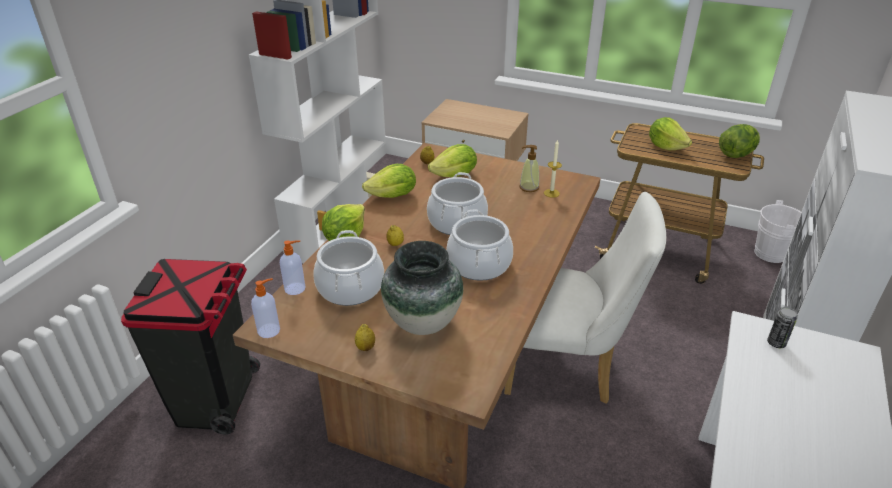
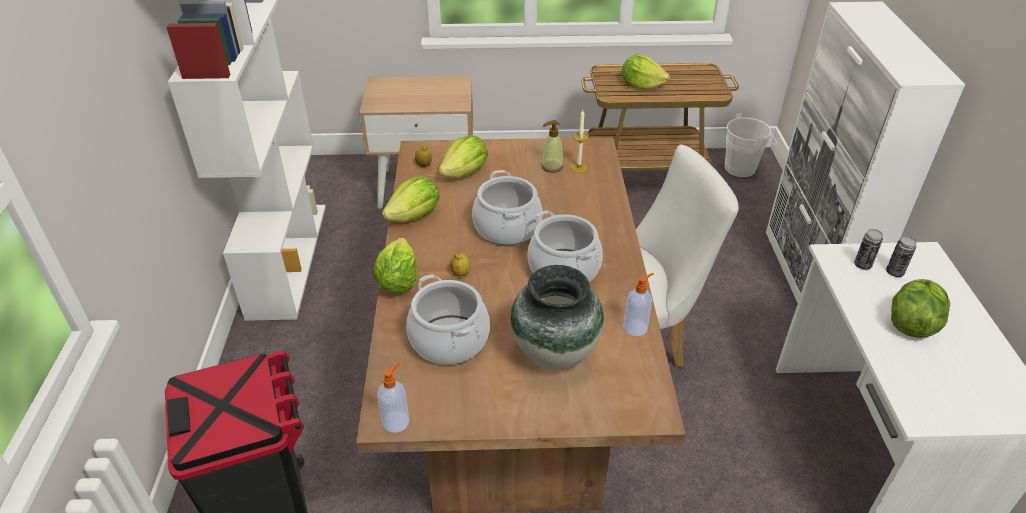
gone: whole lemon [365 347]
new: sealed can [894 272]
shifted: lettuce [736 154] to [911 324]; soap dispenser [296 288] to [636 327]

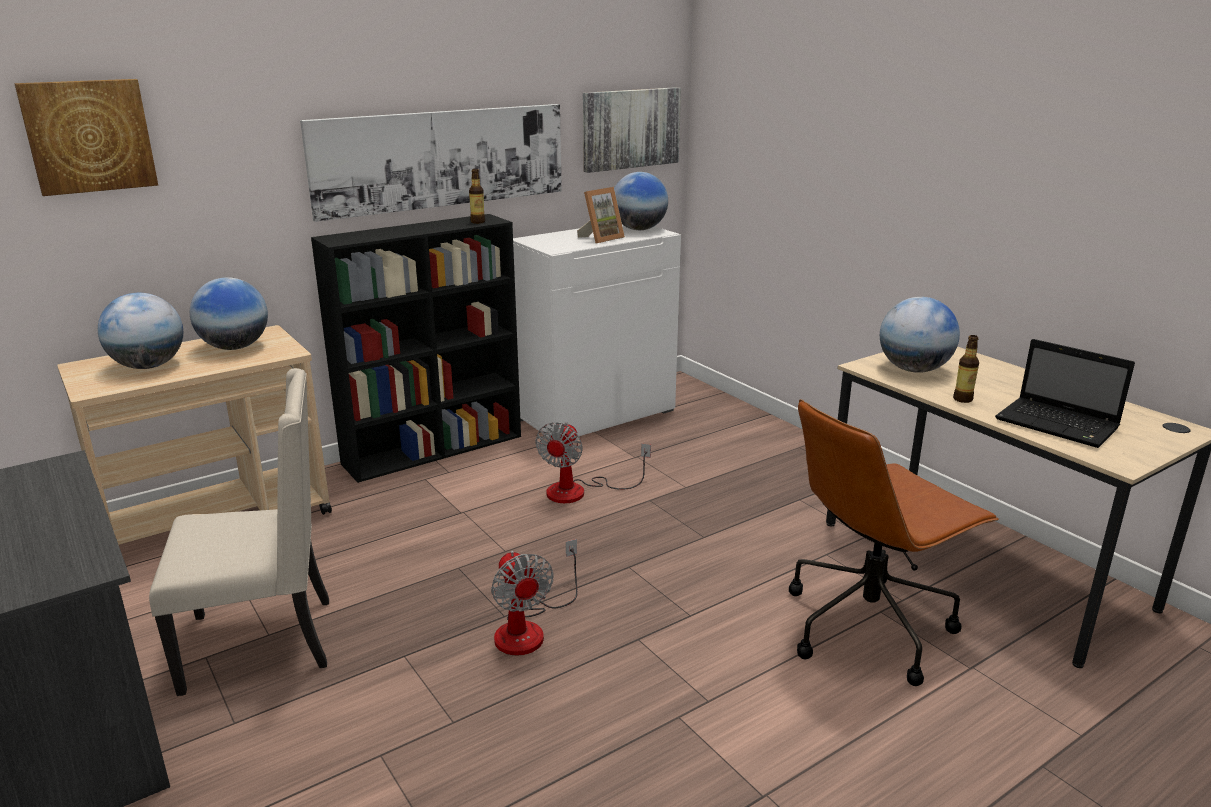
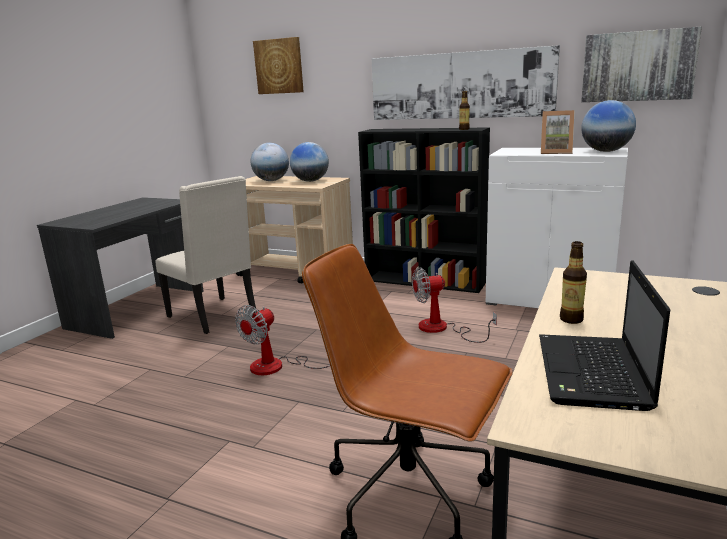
gone: globe [913 370]

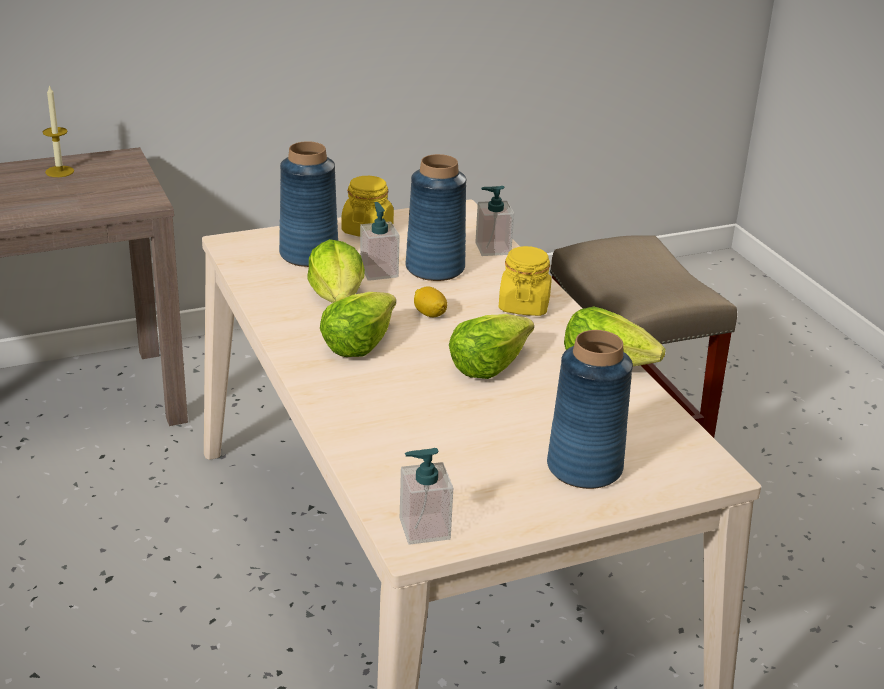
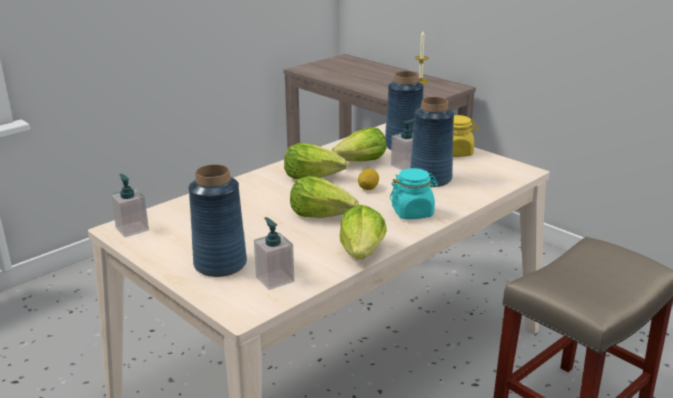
shifted: soap dispenser [492 248] to [274 279]
repainted: yellowish preserve jar [524 305] to blue-green preserve jar [413 212]

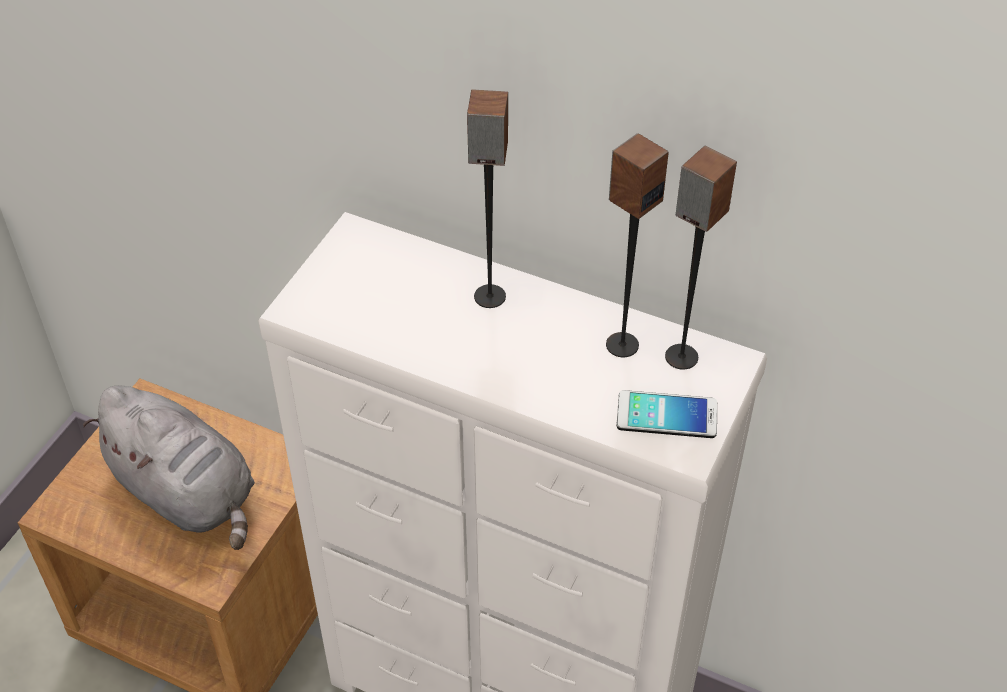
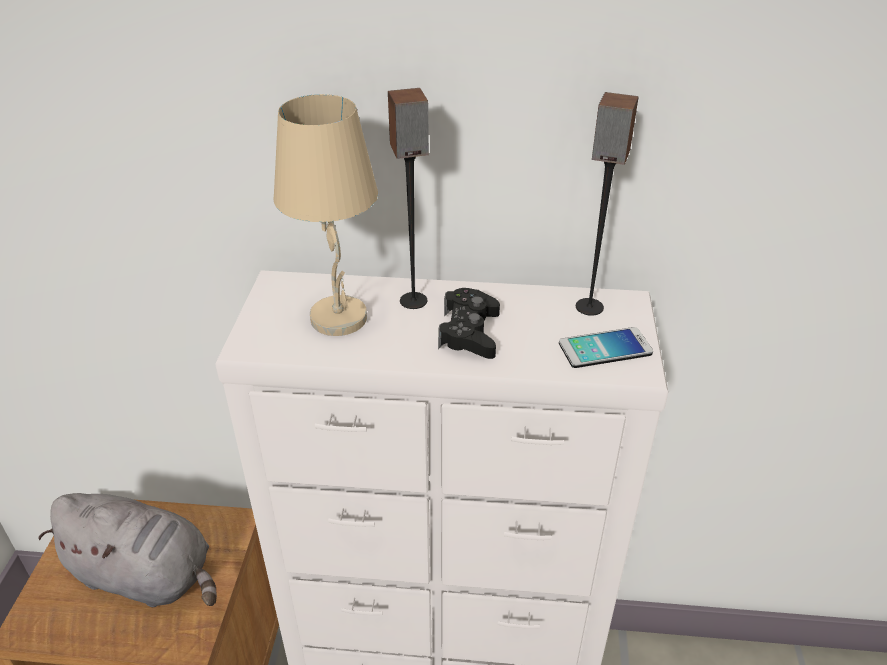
gone: speaker [621 344]
new: beige lamp for a table [340 319]; black joypad [469 332]

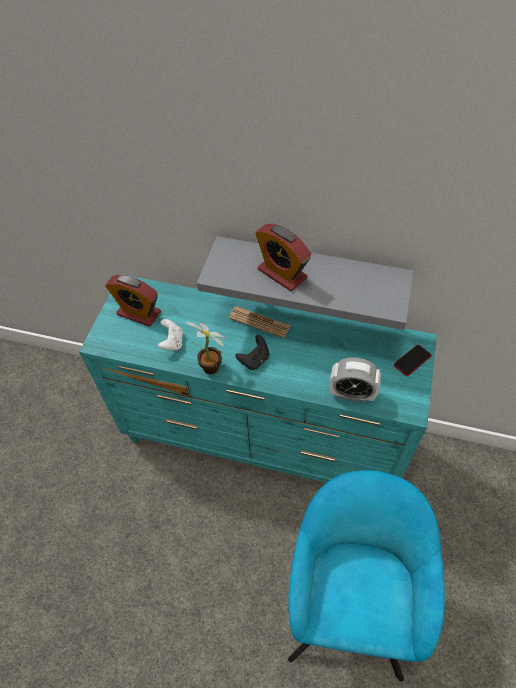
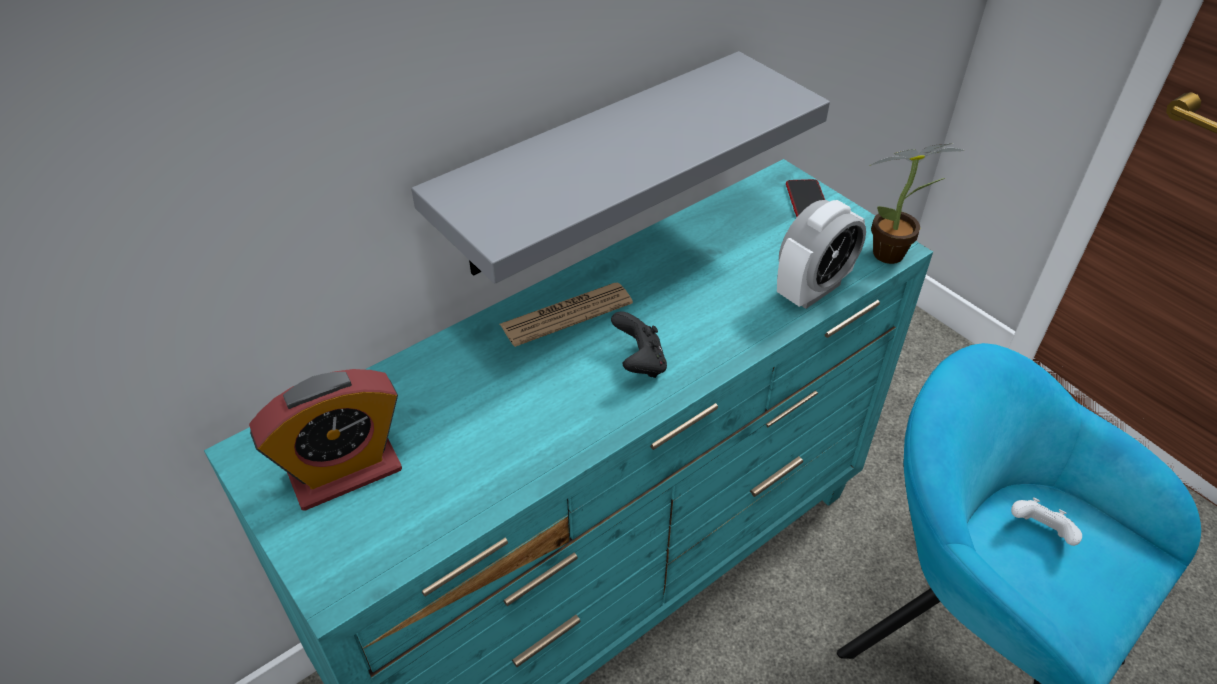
gone: bedside clock [282 273]
shifted: white-coloured joypad [172 342] to [1039 532]; potted plant [212 369] to [894 254]

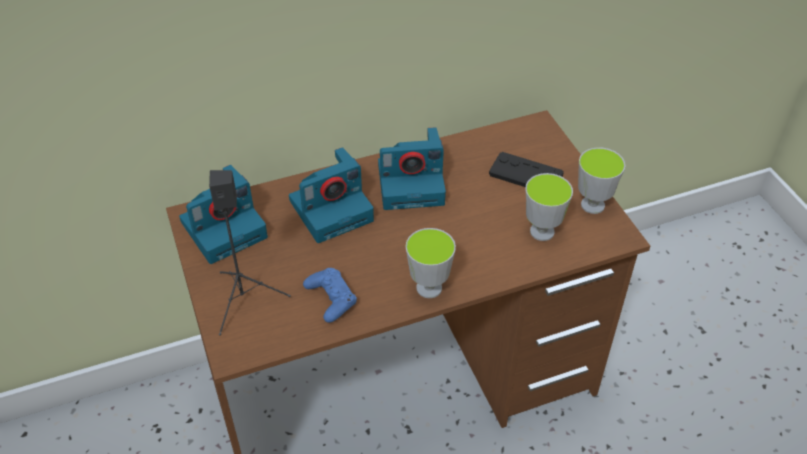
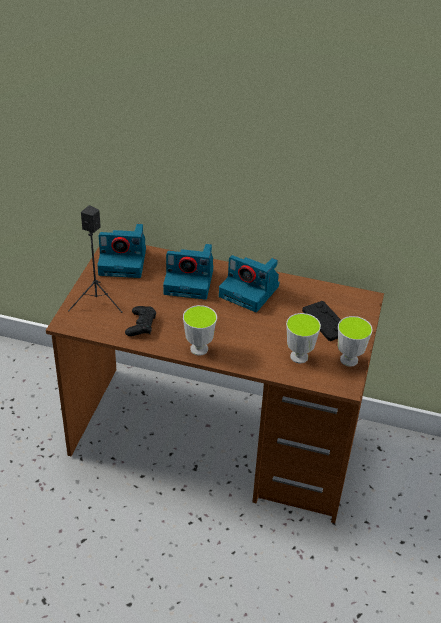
repainted: blue-coloured joypad [331 298] to black joypad [141 325]

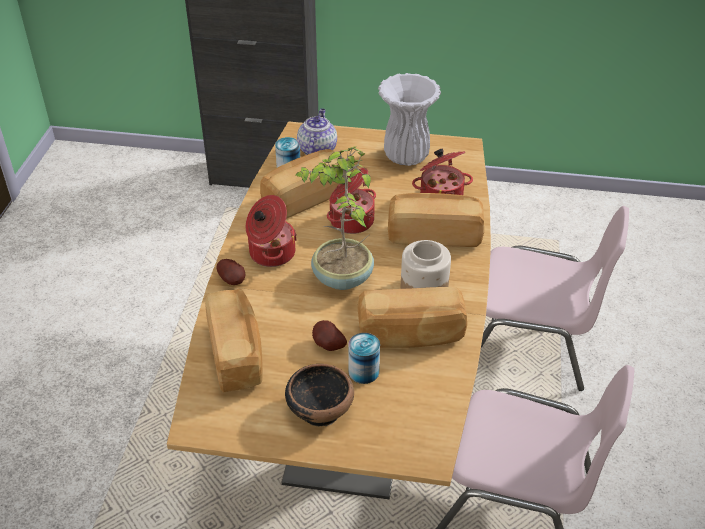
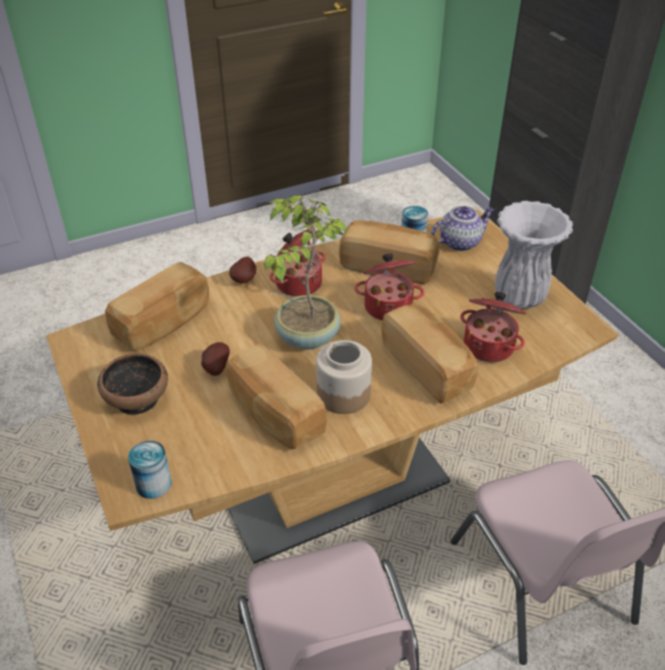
shifted: sealed can [363 372] to [153 484]

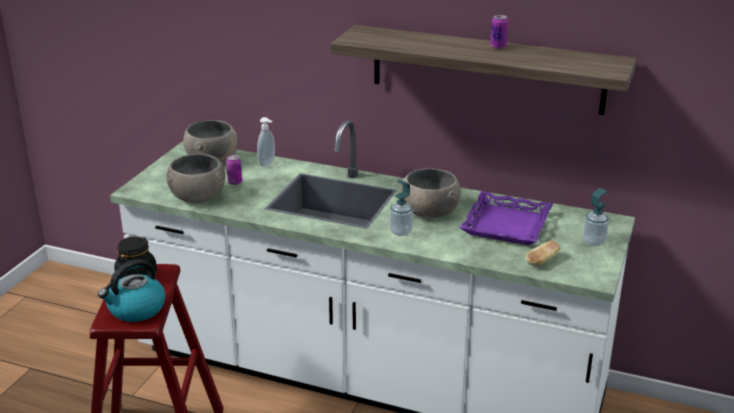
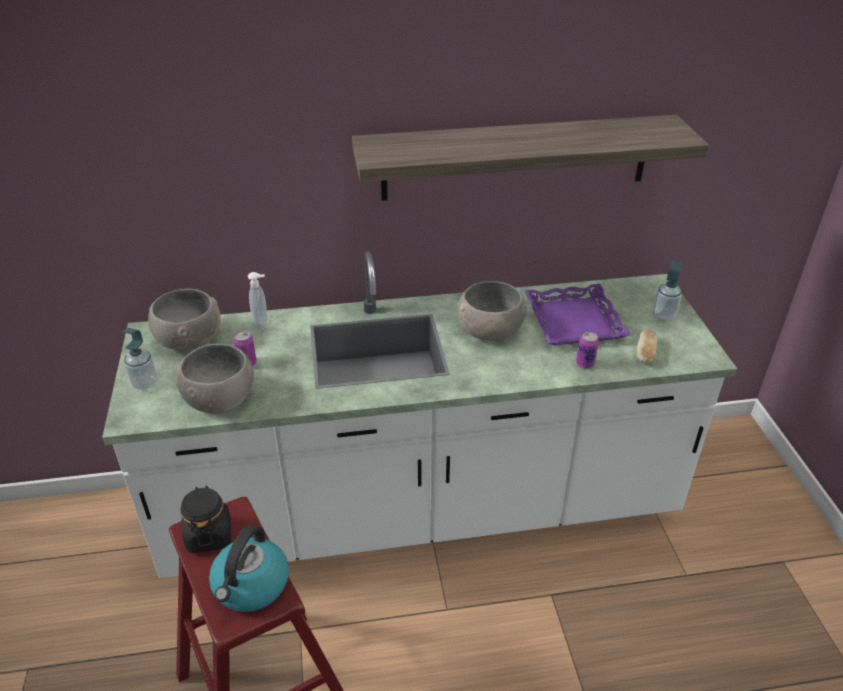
shifted: sealed can [498 46] to [585 364]; soap dispenser [400 232] to [144 383]

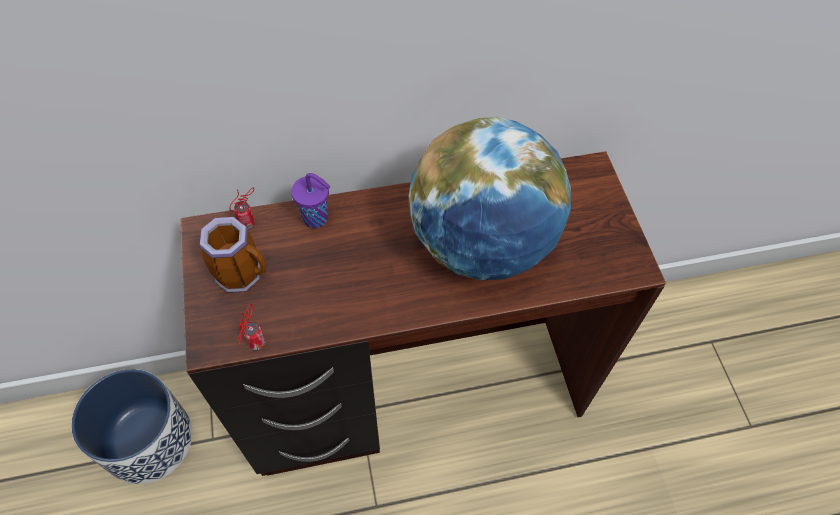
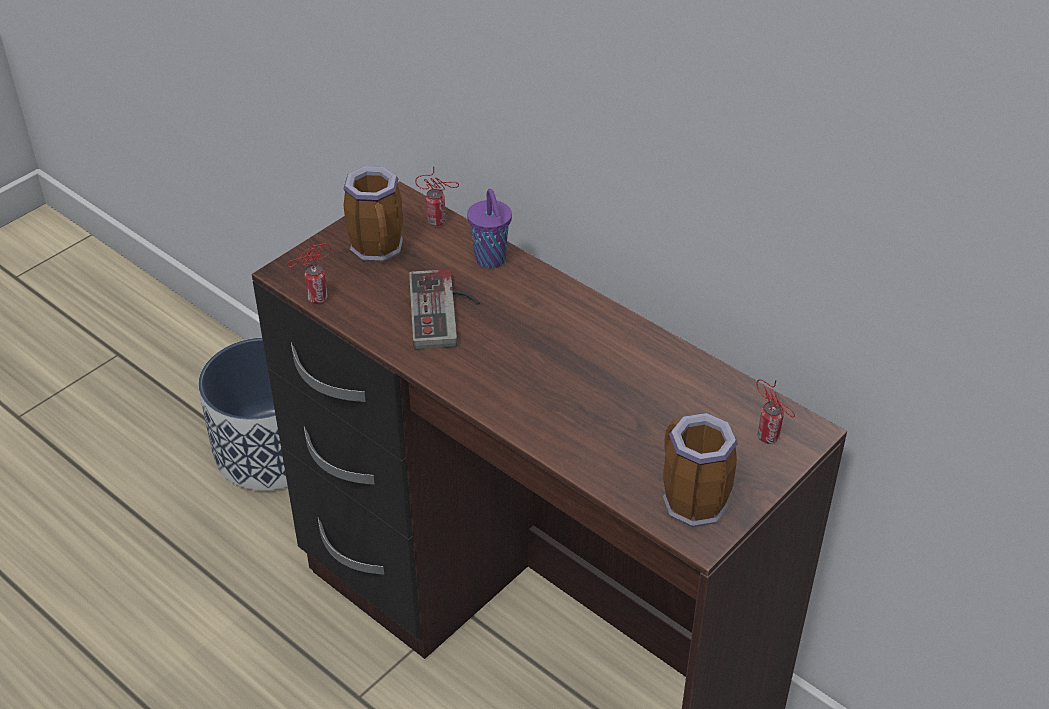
gone: globe [482 244]
new: joypad [445 311]; sealed can [770 439]; coffee mug [688 501]

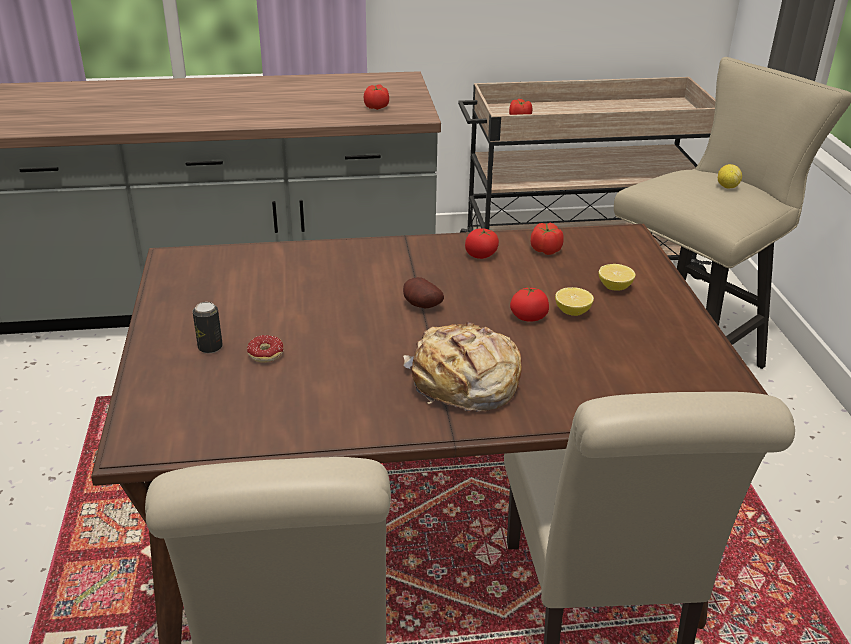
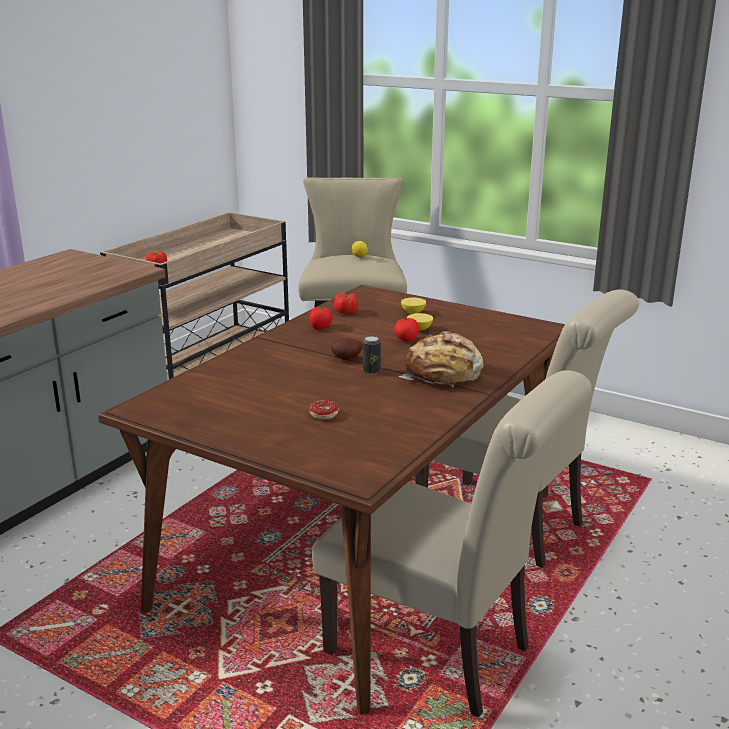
gone: whole tomato [376 107]
shifted: sealed can [210 347] to [371 371]

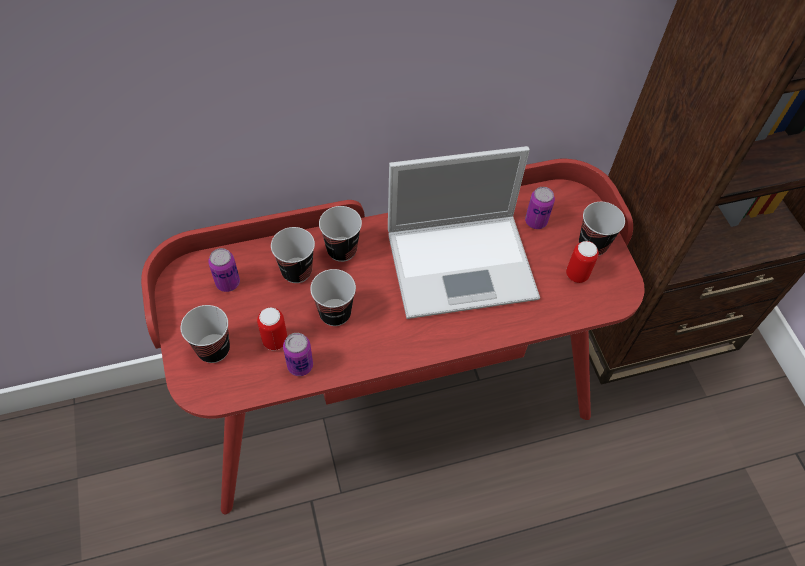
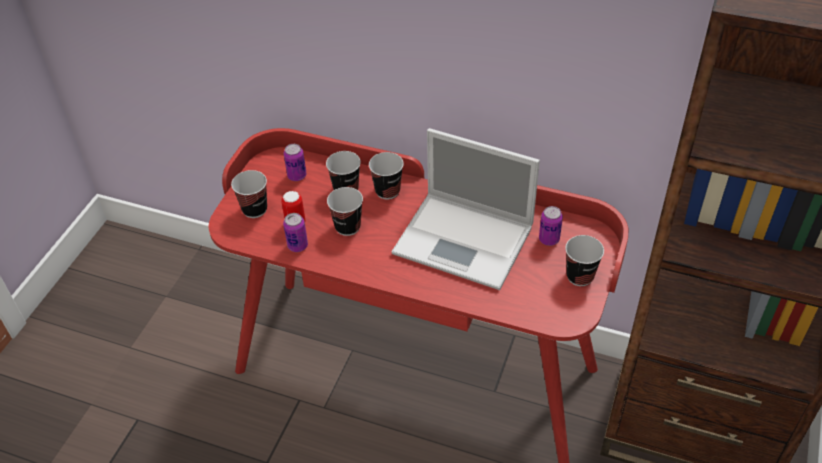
gone: sealed can [577 275]

